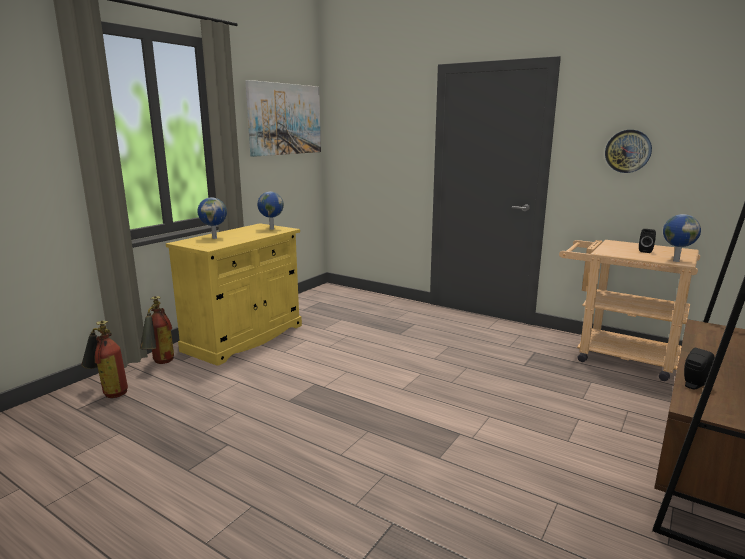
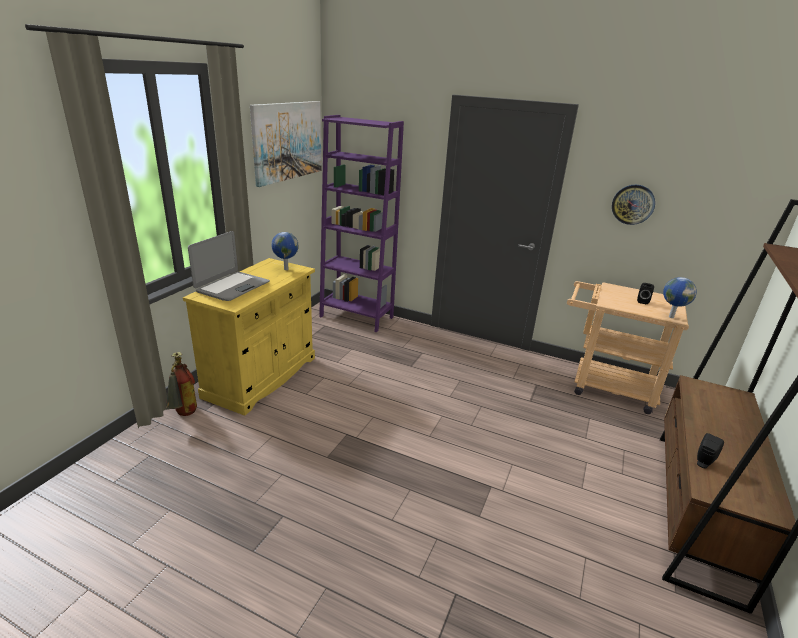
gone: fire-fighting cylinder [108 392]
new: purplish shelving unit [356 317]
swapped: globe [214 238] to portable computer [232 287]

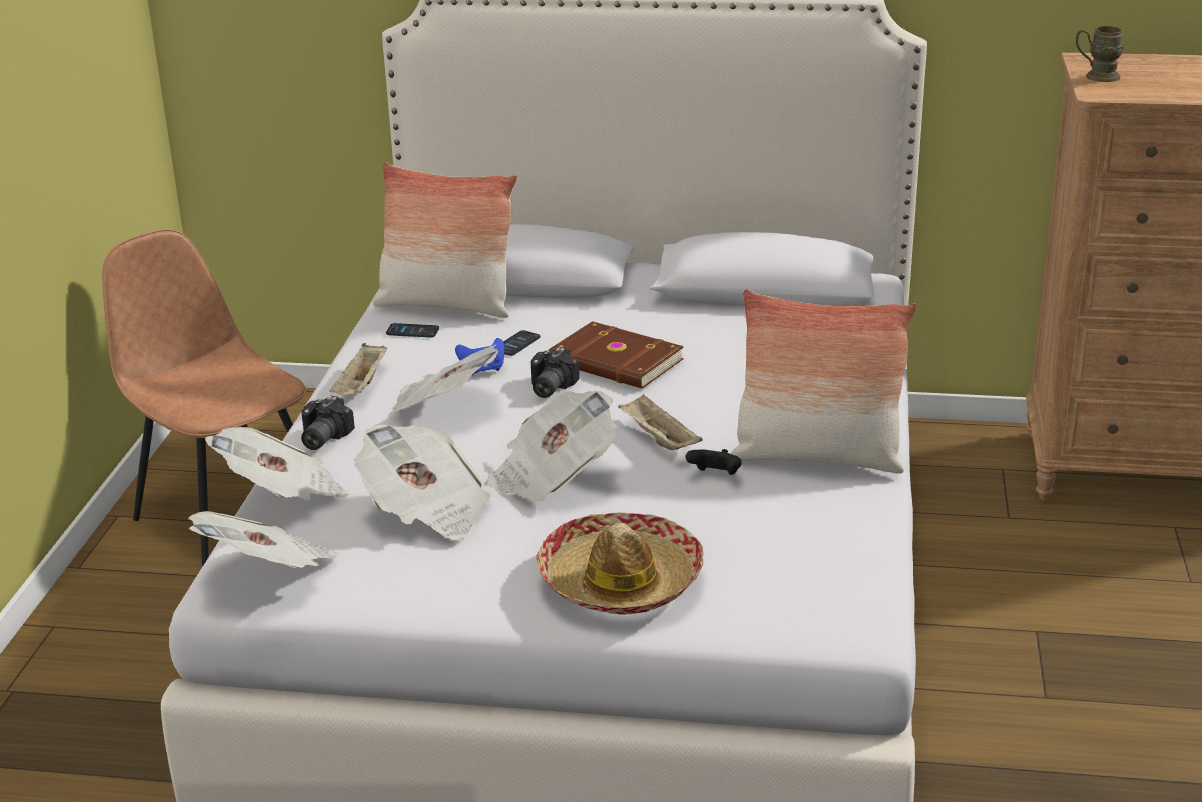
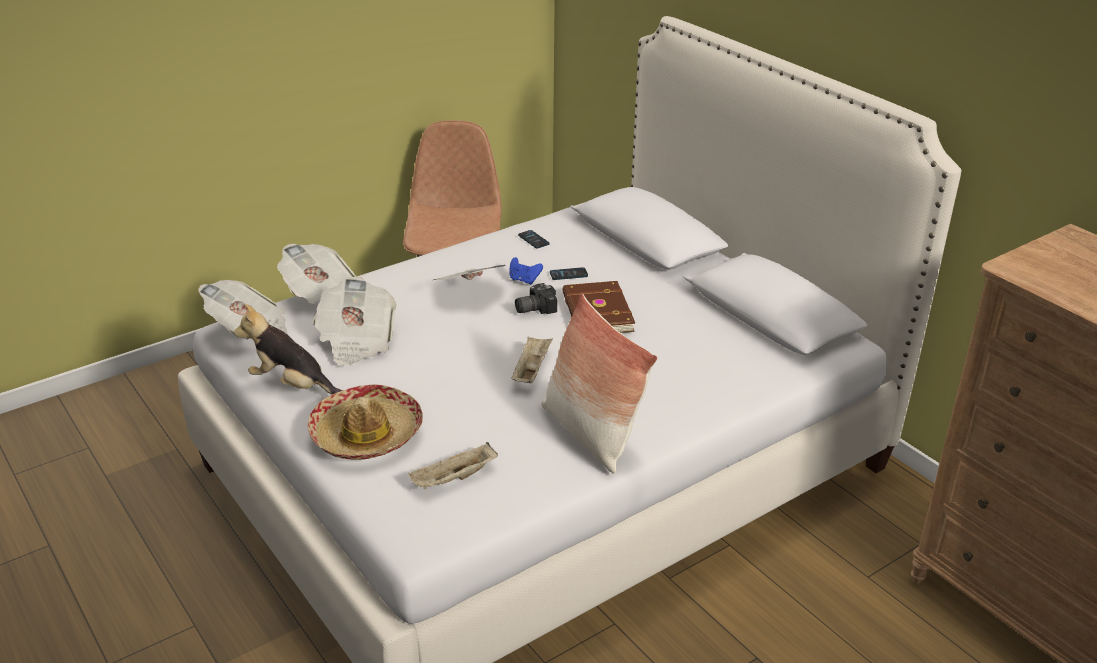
gone: brown coffee mug [1095 76]; pillow [446 305]; printed paper [552 476]; still camera [320 438]; black joypad [715 476]
new: cuddly toy [292 385]
shifted: beige serving tray [361 387] to [454 479]

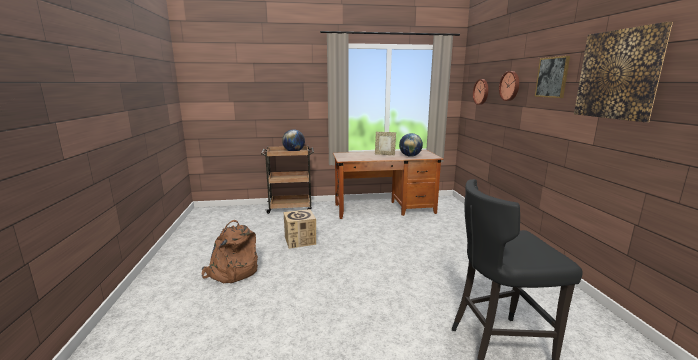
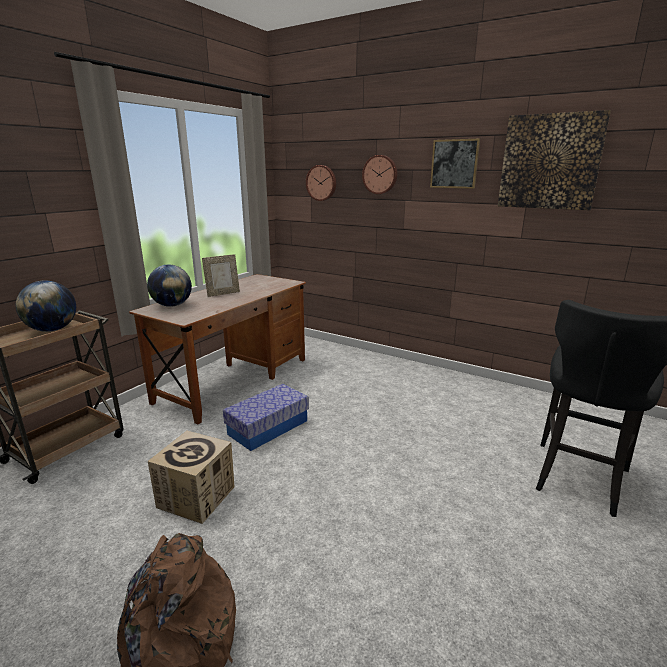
new: storage box [268 427]
shifted: globe [410 156] to [172 305]

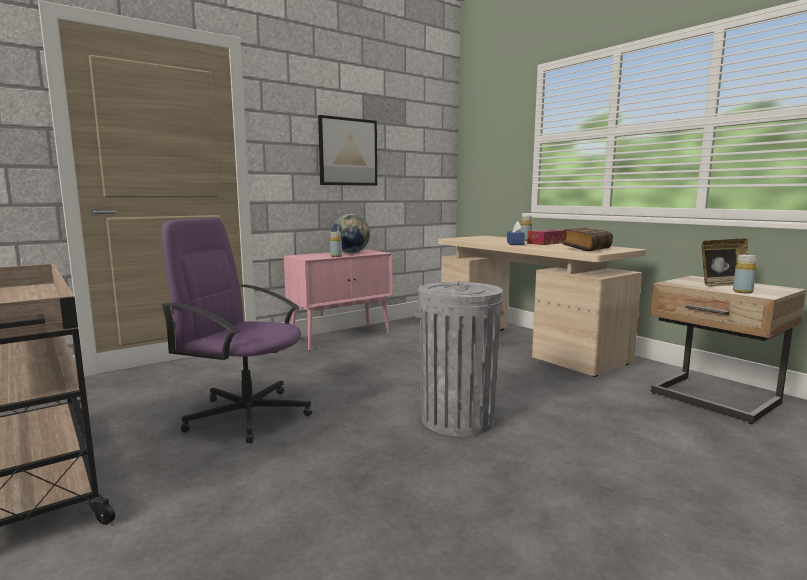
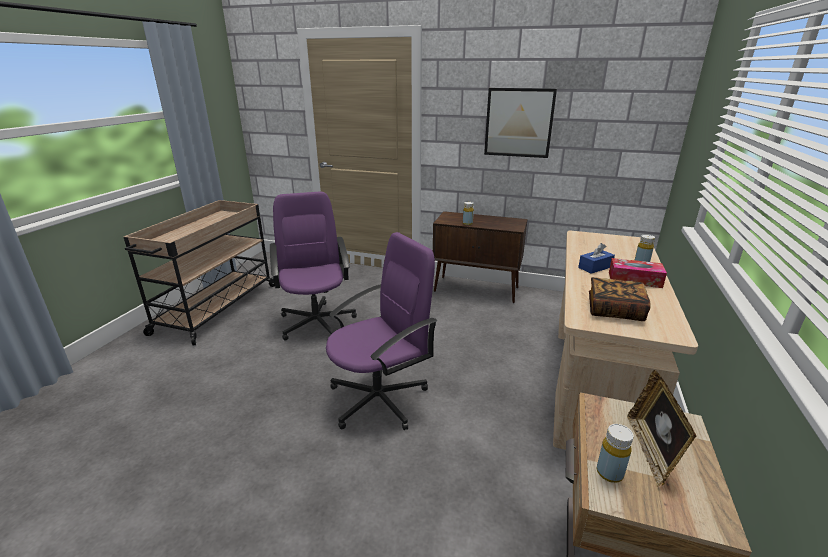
gone: globe [351 253]
swapped: grey waste bin [457 419] to purplish office chair [380 398]
repainted: pinkish storage cabinet [342 337] to brown storage cabinet [477 289]
rotated: picture frame [722 284] = [651 451] 60 degrees clockwise

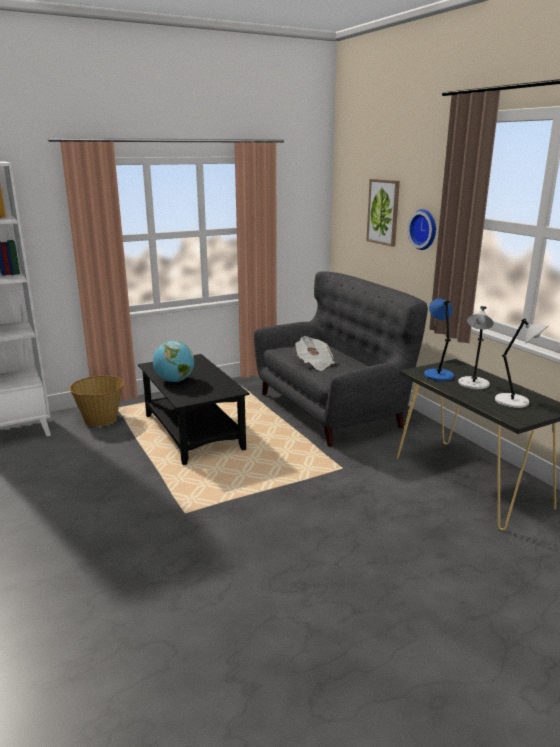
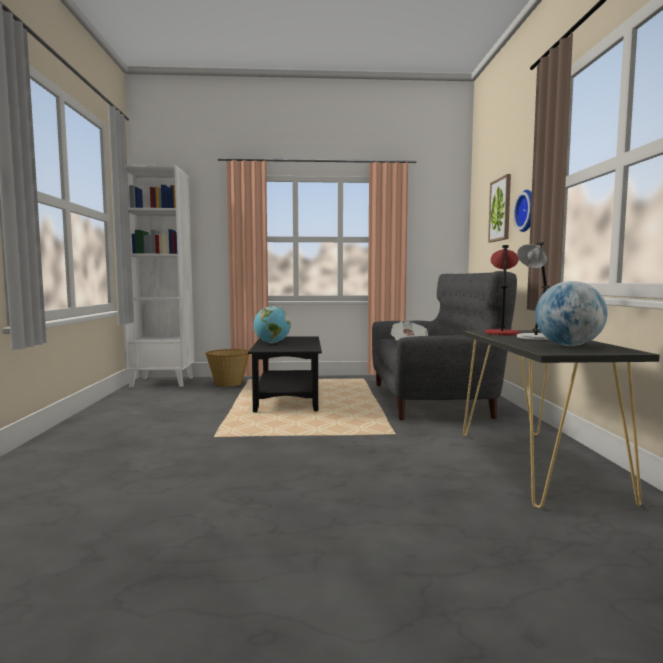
swapped: grey lamp for a table [514 402] to globe [568 346]
repainted: blue-coloured lamp for a table [437 374] to reddish lamp for a table [501 333]

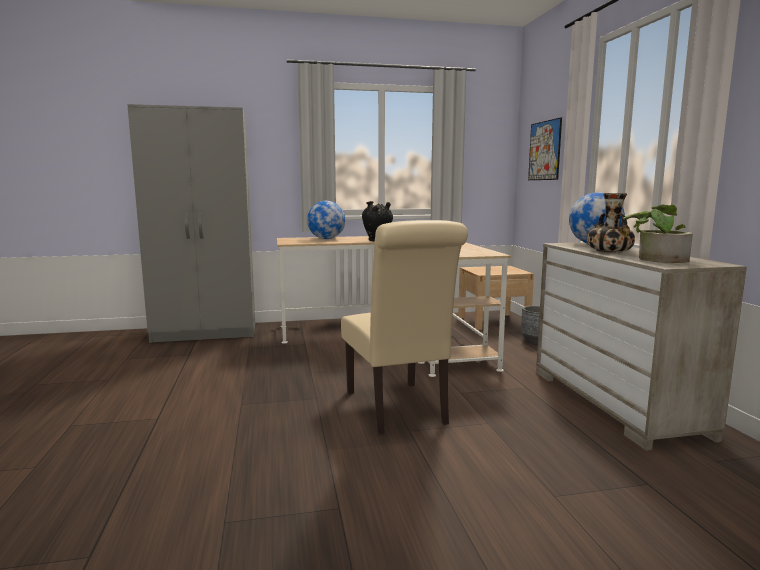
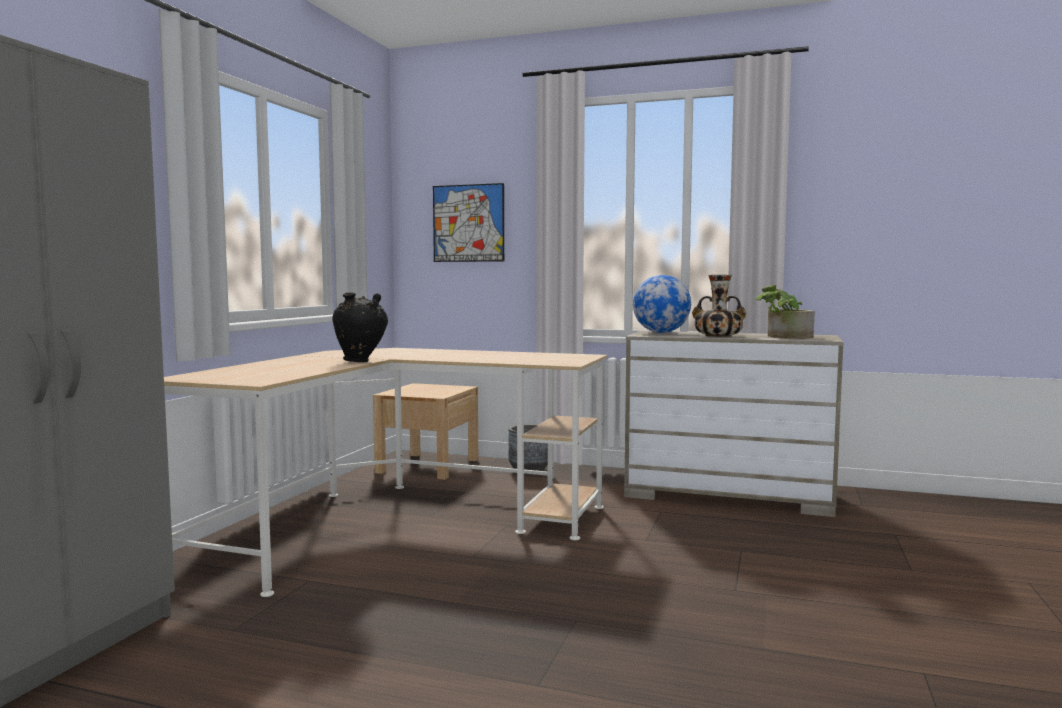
gone: globe [326 239]; beige chair [398 410]

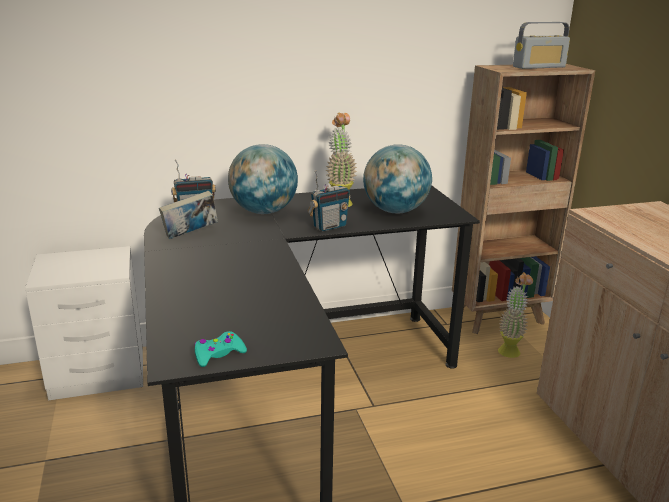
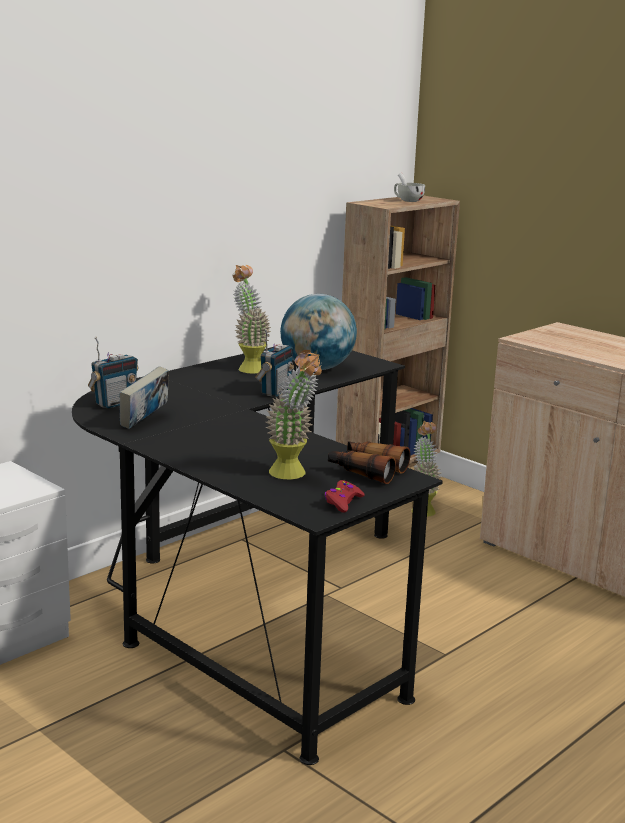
gone: globe [263 212]
new: potted plant [293 475]; field glasses [366 470]
swapped: radio [539 67] to white-coloured small cup [407 200]
repainted: blue-green joypad [218 354] to reddish joypad [343 502]

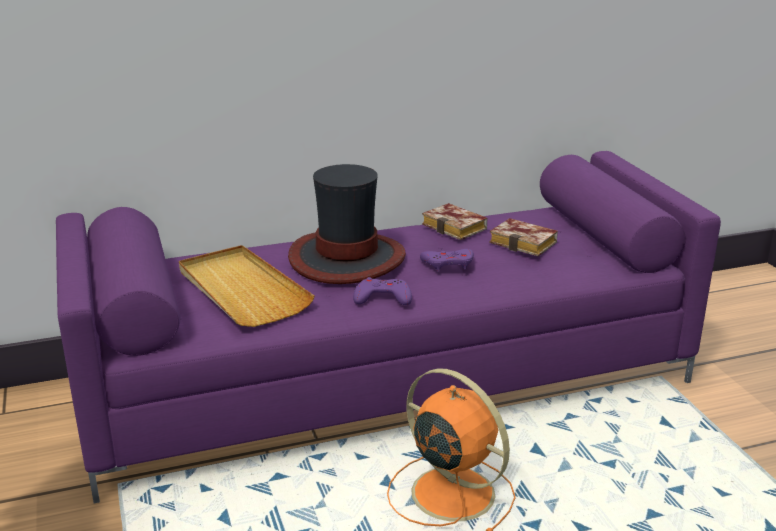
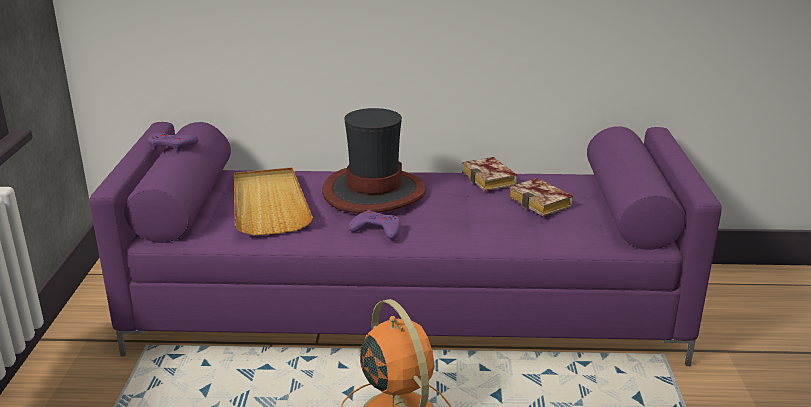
shifted: purplish joypad [448 264] to [171 146]

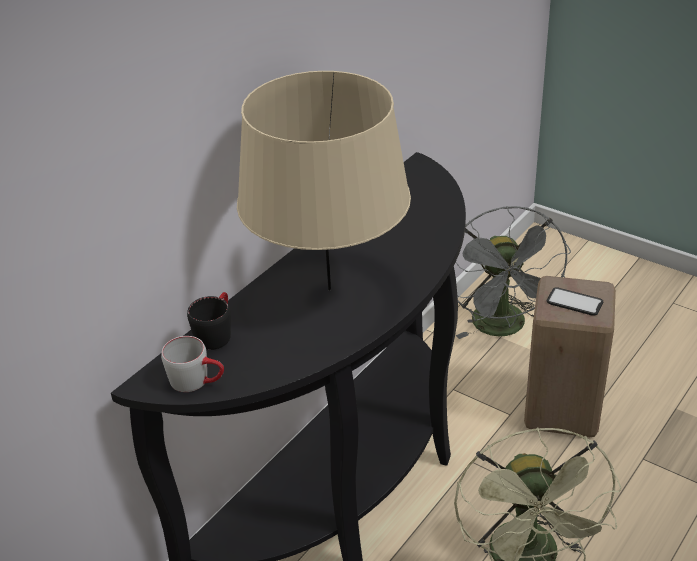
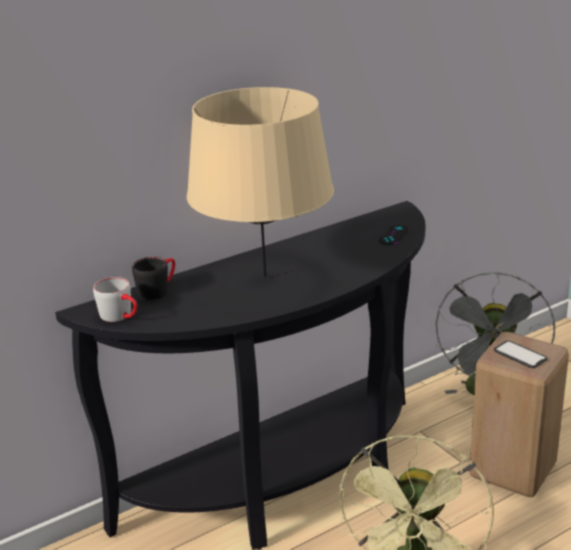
new: black joypad [393 235]

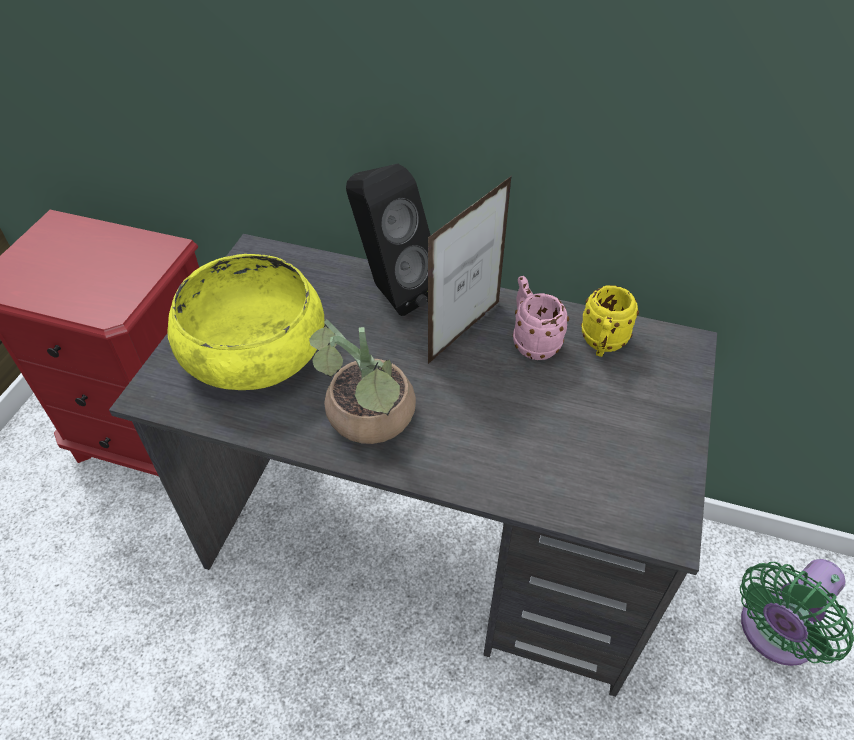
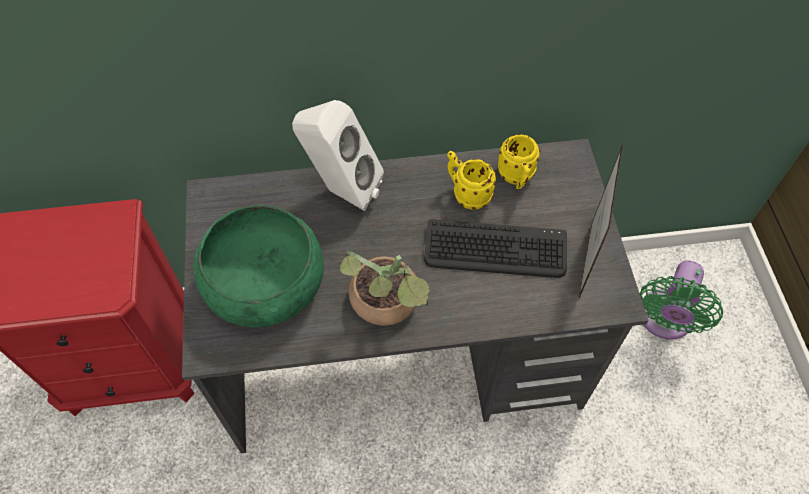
new: keyboard [495 250]
shifted: picture frame [465 332] to [585 259]
repainted: black speaker [391 291] to white-coloured speaker [341 190]; yellowish deep dish [254 350] to greenish deep dish [265 282]; pinkish coffee mug [531 341] to yellowish coffee mug [467 194]

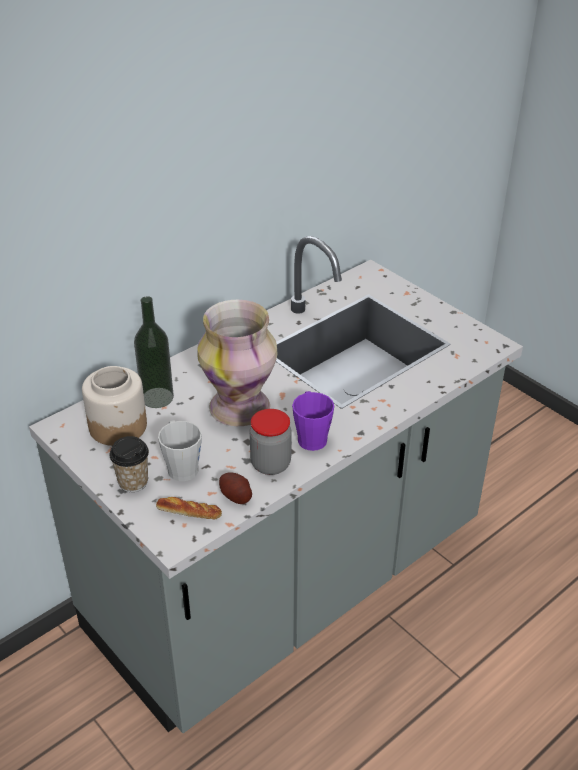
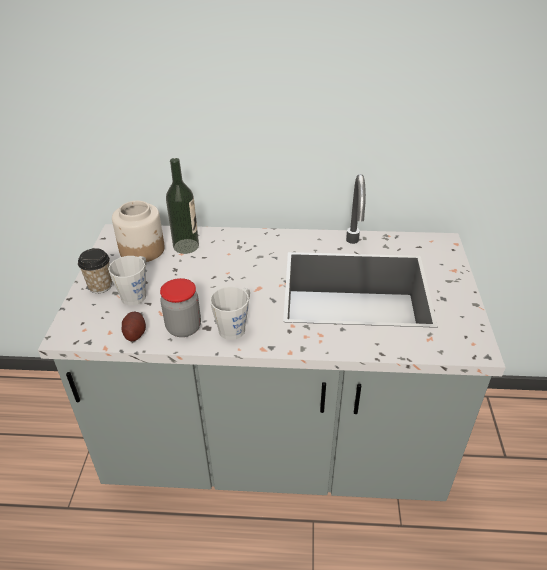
gone: decorative vase [240 407]; bakery bread [189 512]
repainted: purplish coffee mug [311 436] to grey coffee mug [235 327]

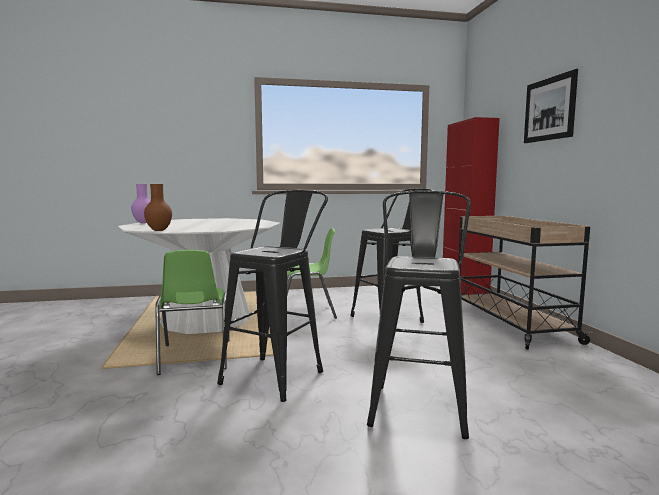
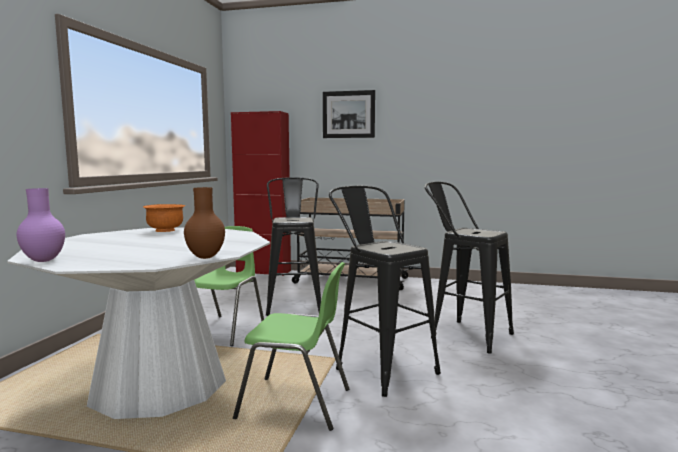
new: orange-coloured deep dish [165 230]

